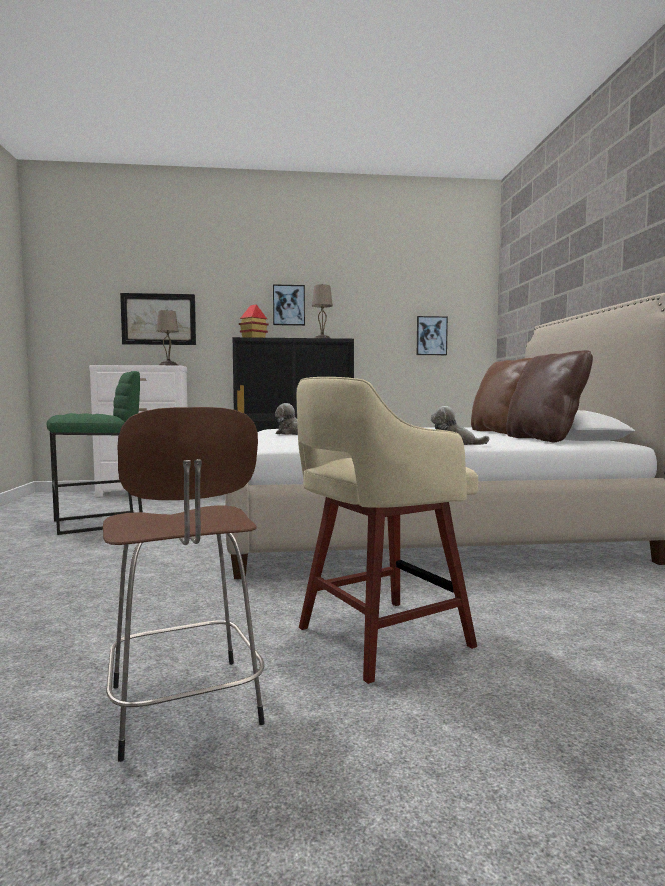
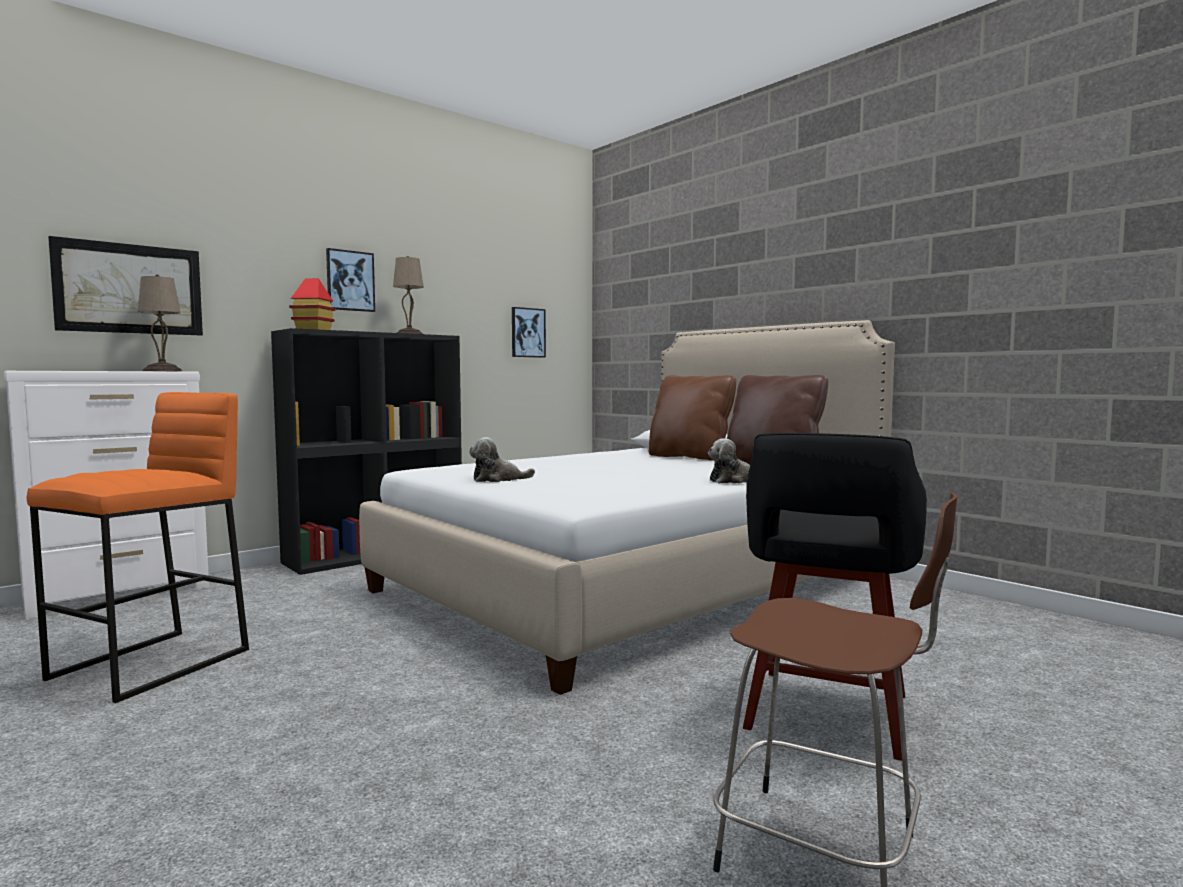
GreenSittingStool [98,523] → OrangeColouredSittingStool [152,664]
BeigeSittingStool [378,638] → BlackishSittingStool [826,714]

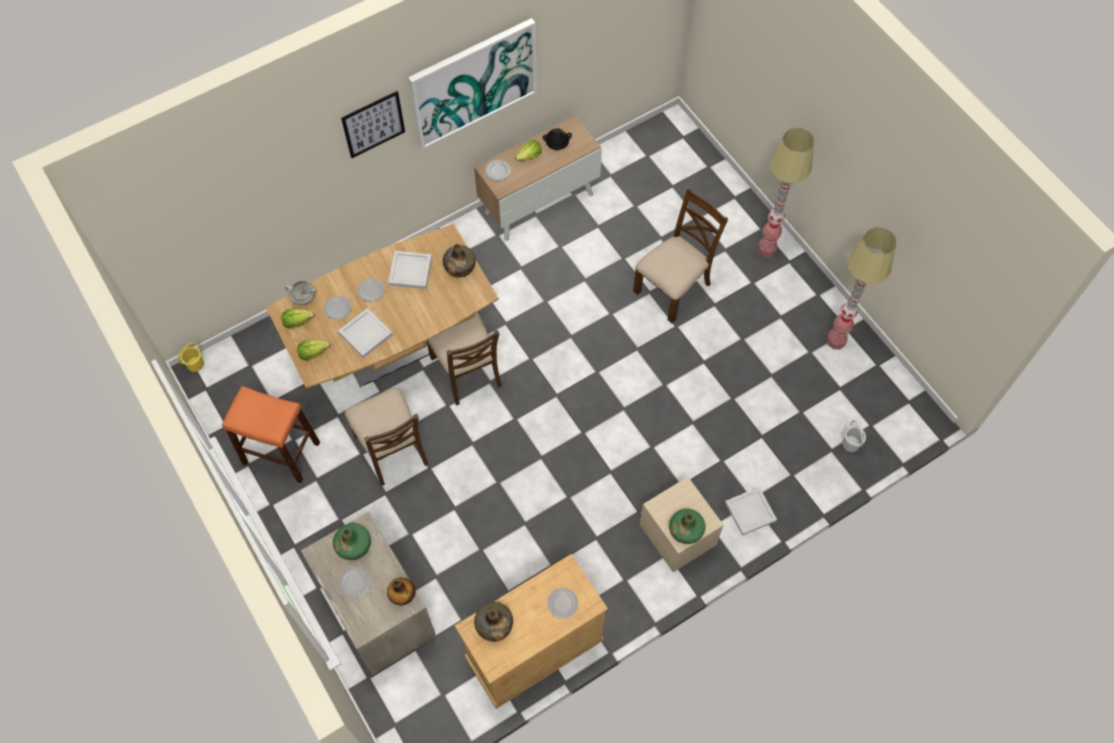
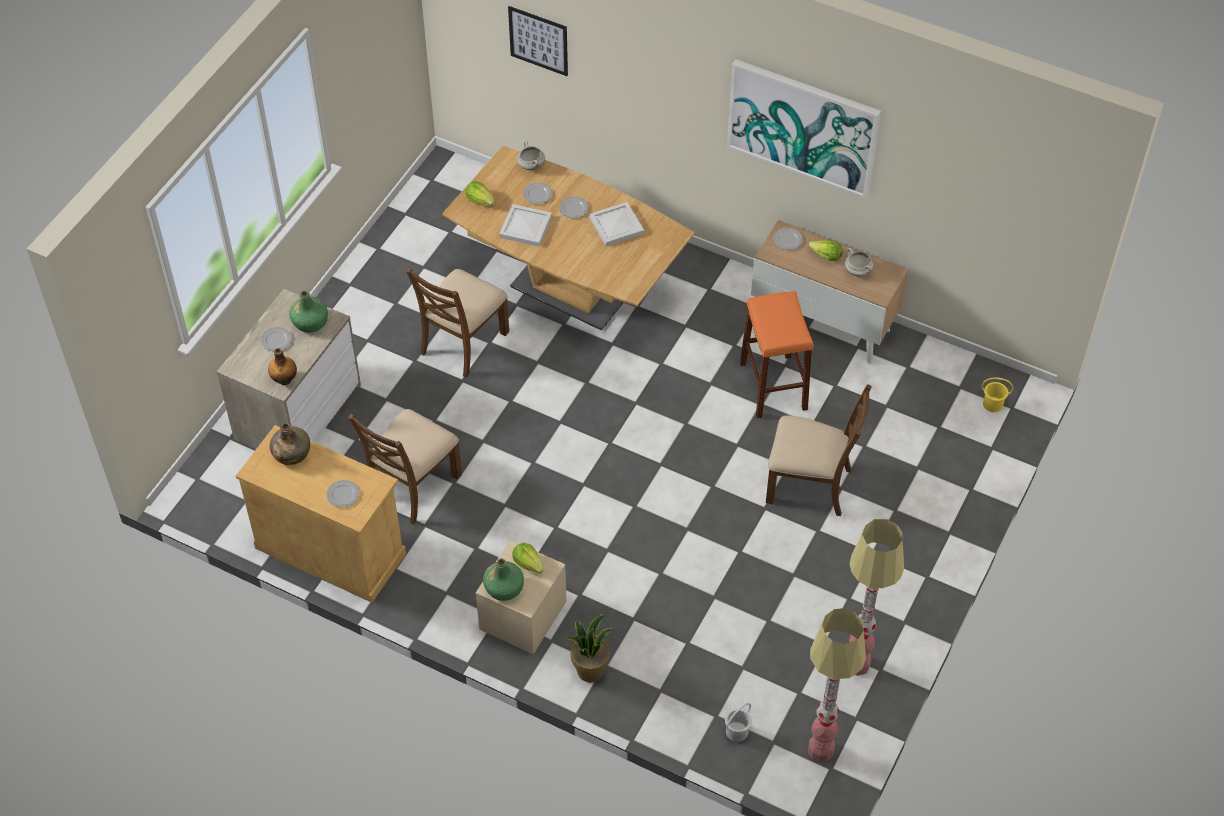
WallPicture [373,124] → WallPicture [538,40], move
FloorLamp [766,249] → FloorLamp [820,750], move
BlackishSaucepot [557,145] → WhiteColouredSaucepot [858,271]
GreenBottle [459,267] → -
HeadOfLettuce [297,321] → HeadOfLettuce [529,563], move
BrownColouredPlainChair [467,371] → BrownColouredPlainChair [412,485], move
YellowWaterBucket [195,364] → YellowWaterBucket [992,404], move
OrangeColouredSittingStool [281,453] → OrangeColouredSittingStool [773,386], move
WhiteColouredTray [750,512] → PottedPlant [590,670]

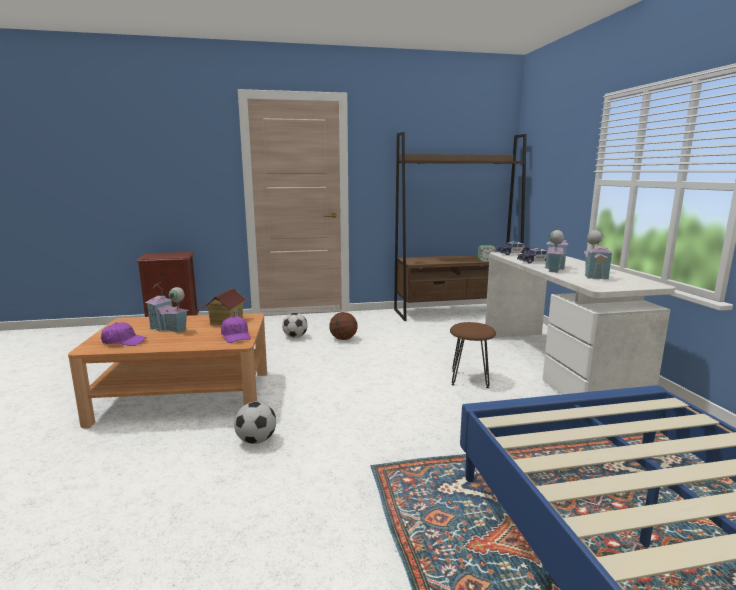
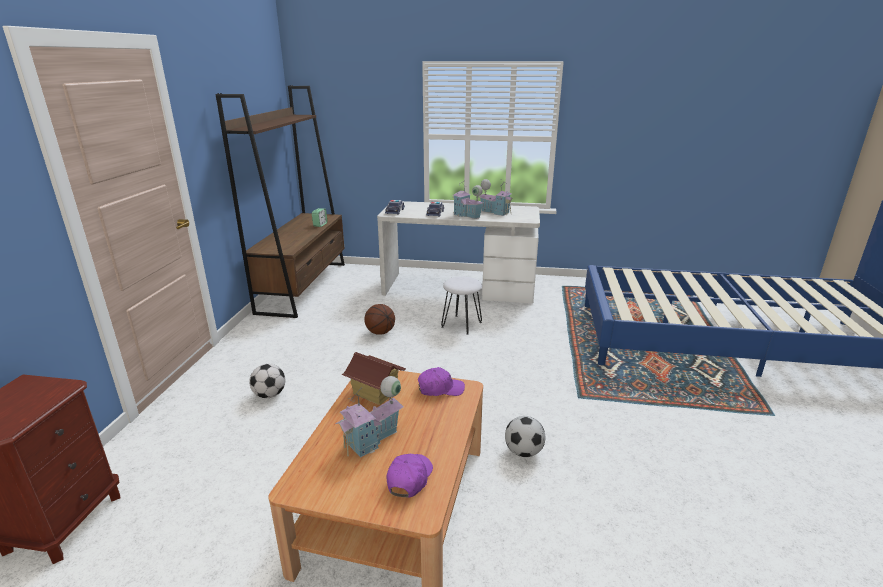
BasketballBall [343,339] → BasketballBall [380,332], move
BrownColouredSittingStool [469,379] → WhiteColouredSittingStool [461,325]

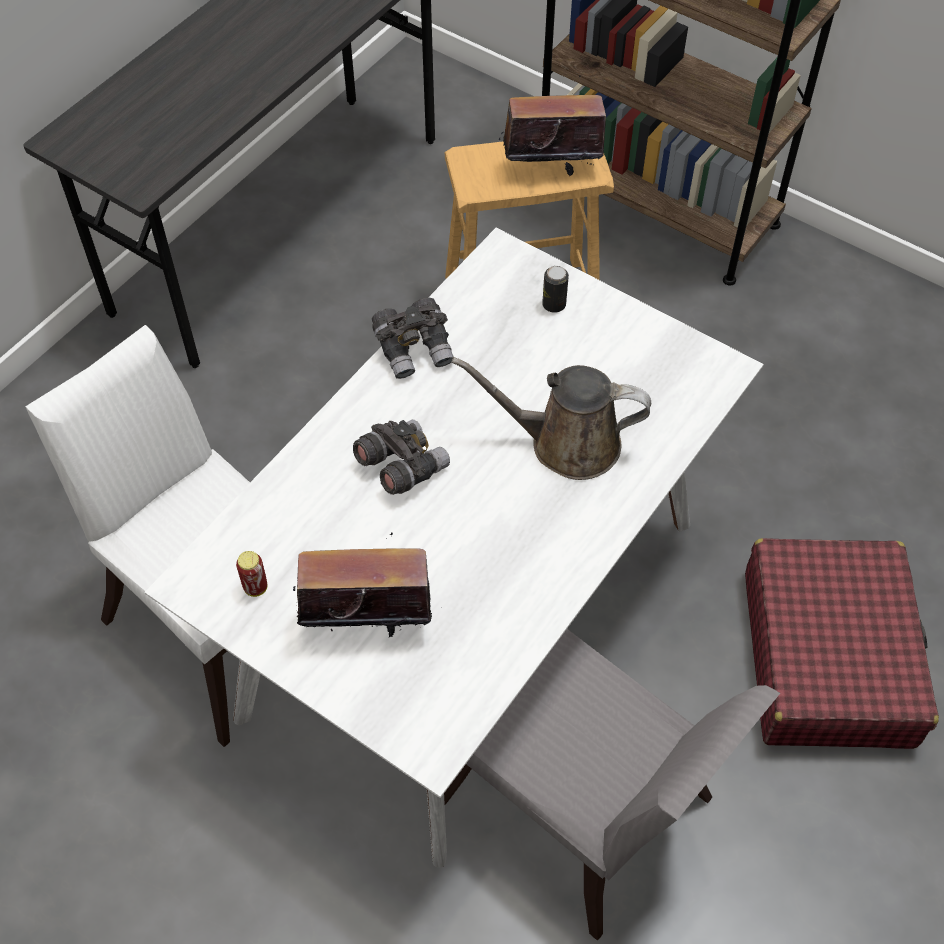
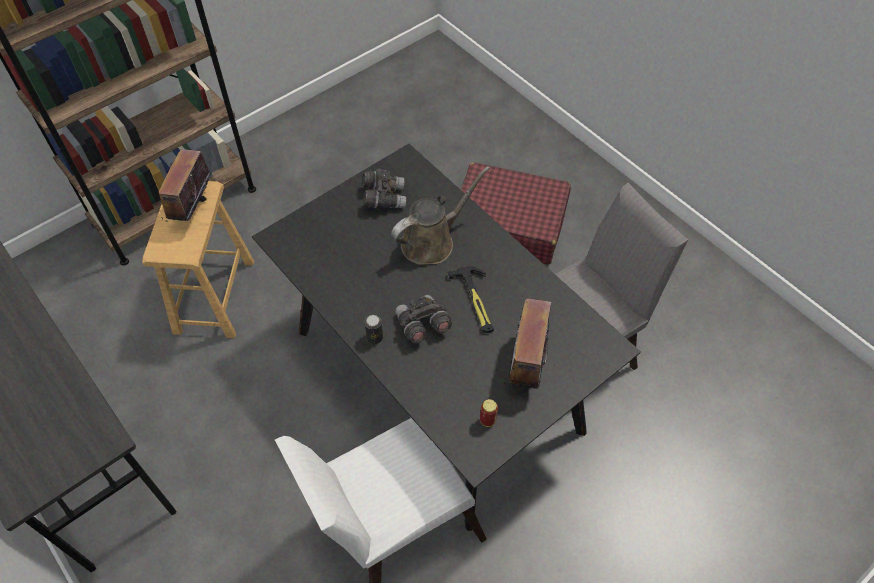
WhiteColouredKitchenTable [470,614] → BlackishKitchenTable [434,380]
Can [554,305] → Can [375,337], move
GreyFieldGlasses [415,349] → GreyFieldGlasses [384,197], move
BrownColouredWateringCan [565,443] → BrownColouredWateringCan [432,241], 150 degrees counterclockwise
- → HandHammer [476,301]

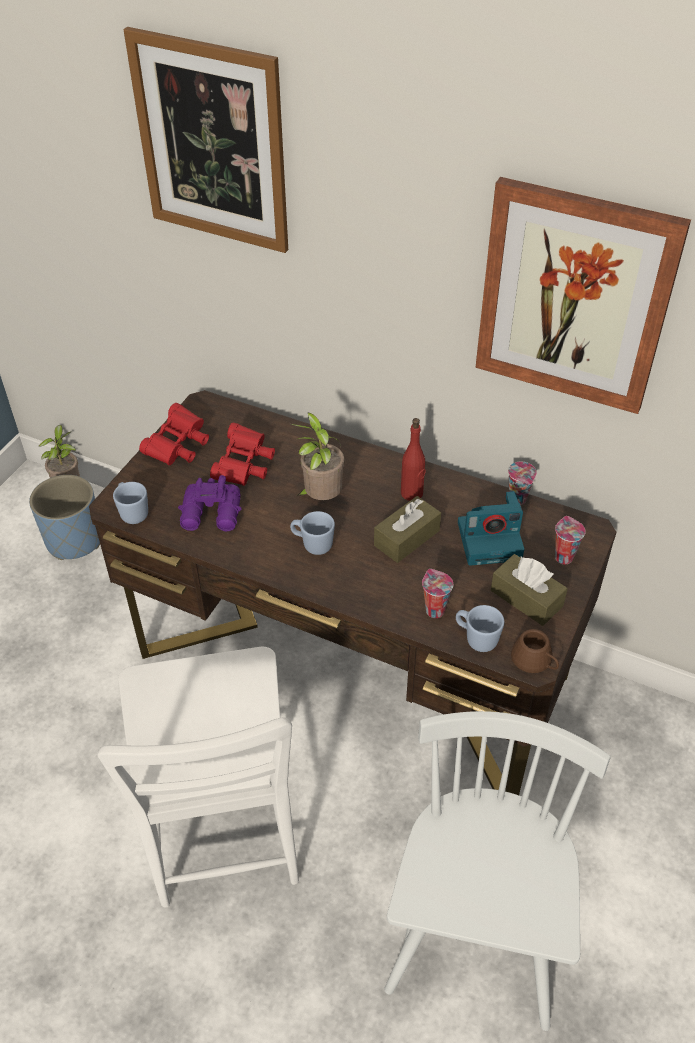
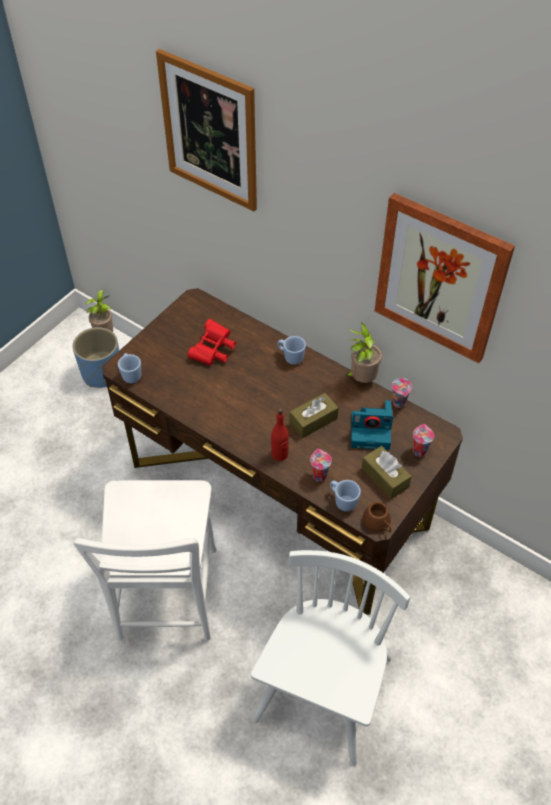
RedFieldGlasses [178,447] → -
PottedPlant [320,498] → PottedPlant [361,379], move
RedBottle [412,493] → RedBottle [280,454], move
PurpleColouredFieldGlasses [212,515] → -
BluishMug [312,544] → BluishMug [290,357], move

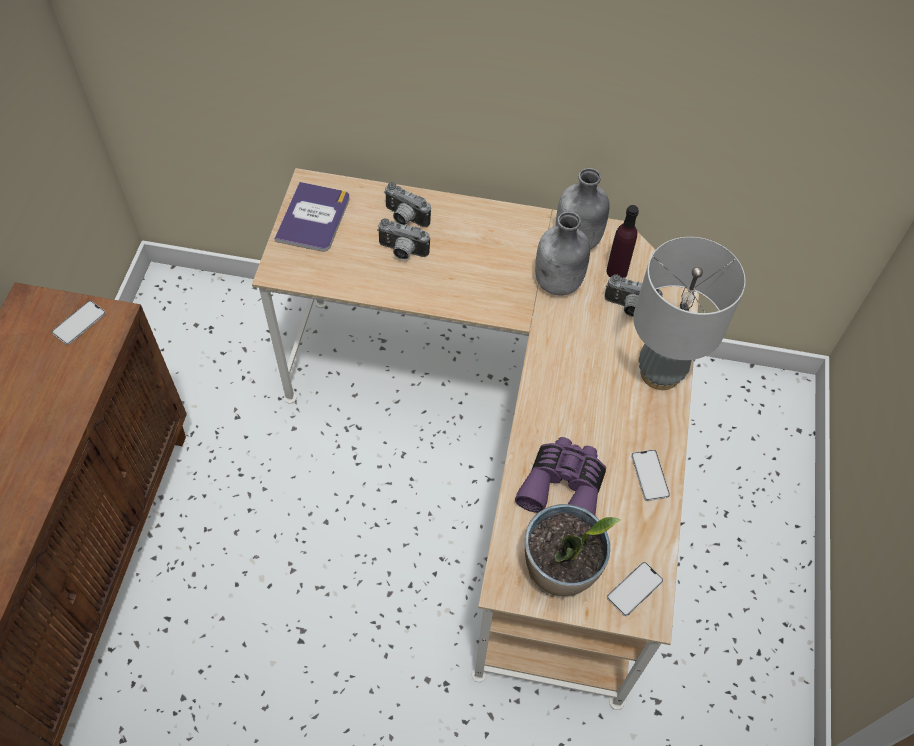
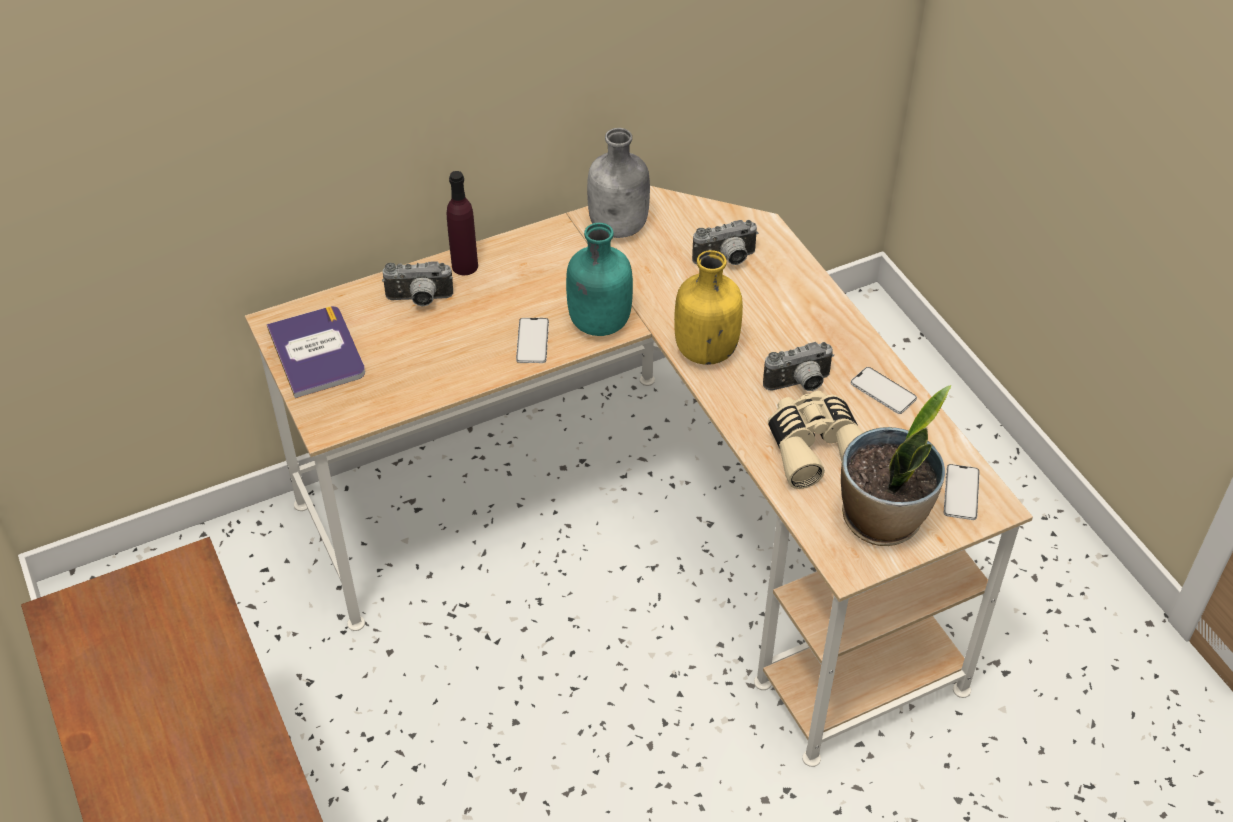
PurpleColouredBottle [616,271] → PurpleColouredBottle [465,266], move
GreyBottle [559,283] → -
PhotoCamera [402,252] → PhotoCamera [799,385], move
GreyTableLamp [660,373] → -
Telephone [79,323] → Telephone [532,341], move
PurpleColouredFieldGlasses [563,486] → BeigeFieldGlasses [816,447]
- → BlueGreenBottle [598,323]
- → YellowBottle [705,350]

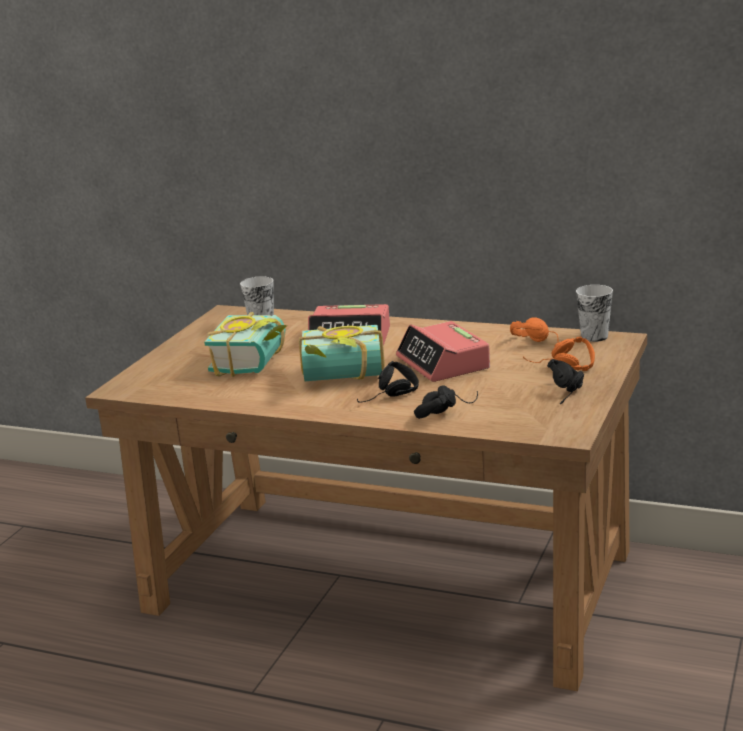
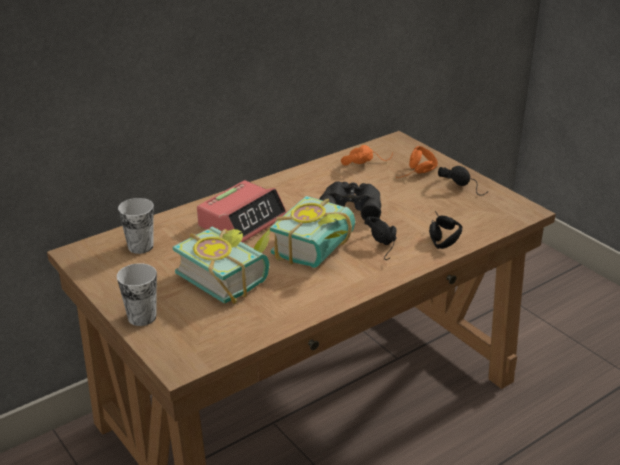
Cup [594,336] → Cup [142,317], move
AlarmClock [443,363] → BlackishFieldGlasses [350,206]

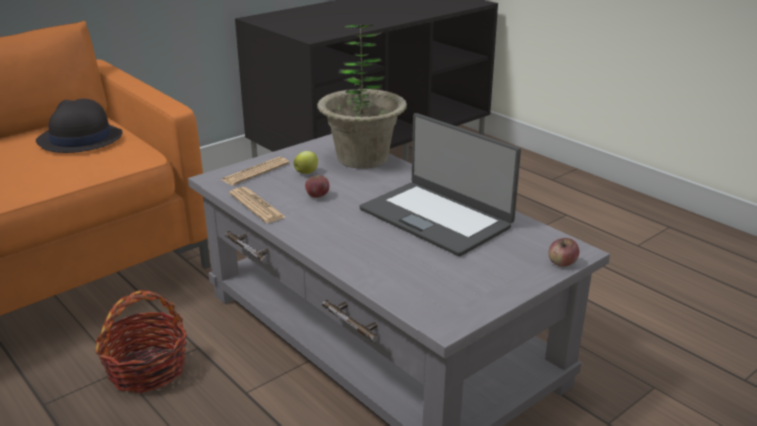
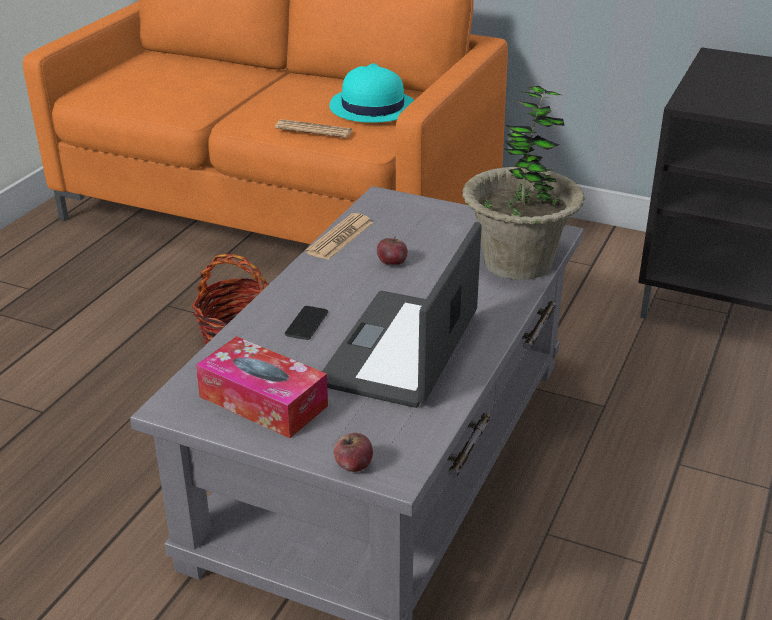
BlackishWearableHat [79,139] → BlueGreenWearableHat [372,108]
Apple [307,172] → -
Newspaper [255,172] → Newspaper [314,130], move
- → Telephone [306,324]
- → TissueBox [263,401]

